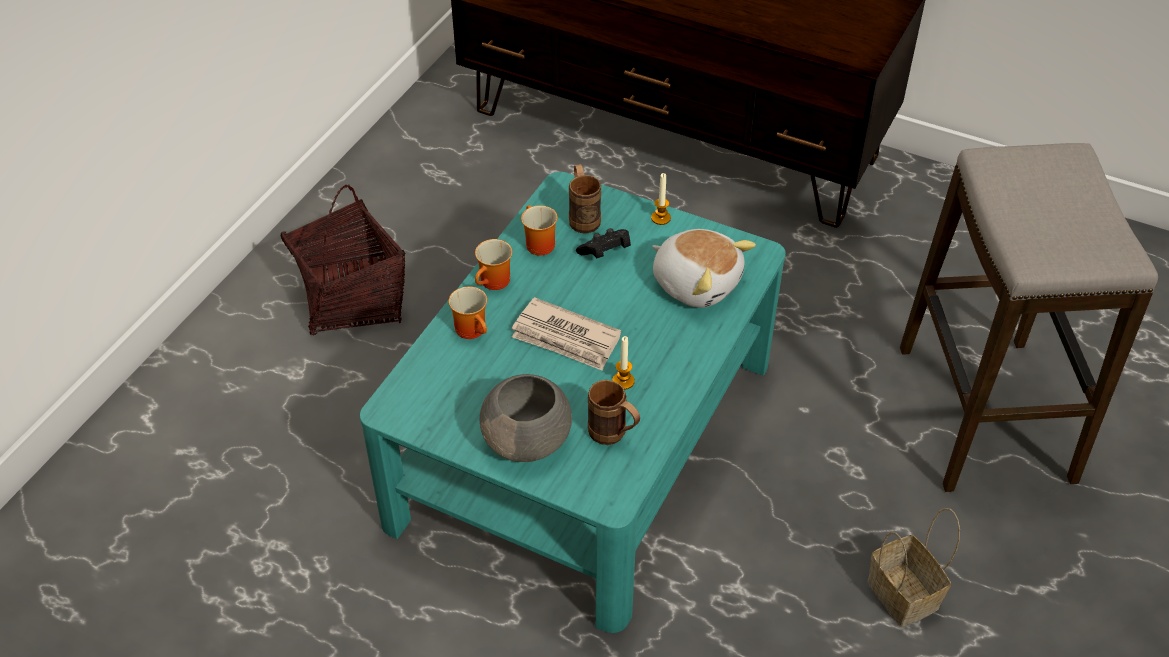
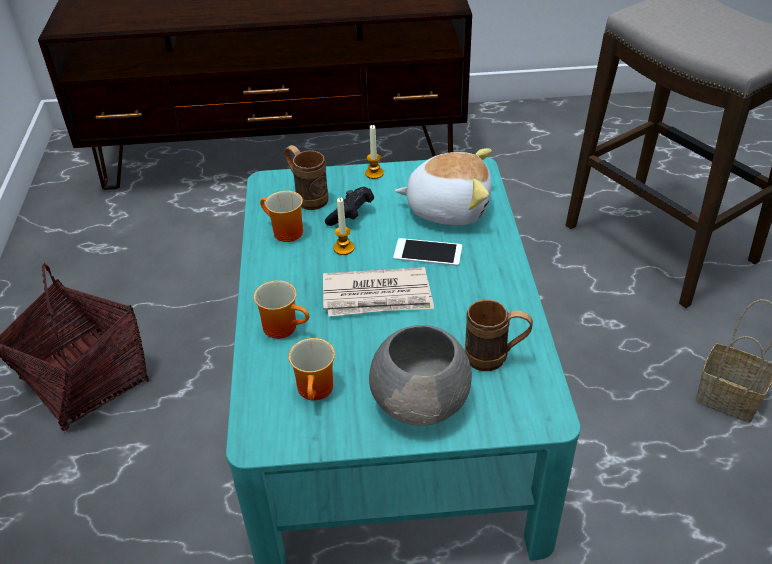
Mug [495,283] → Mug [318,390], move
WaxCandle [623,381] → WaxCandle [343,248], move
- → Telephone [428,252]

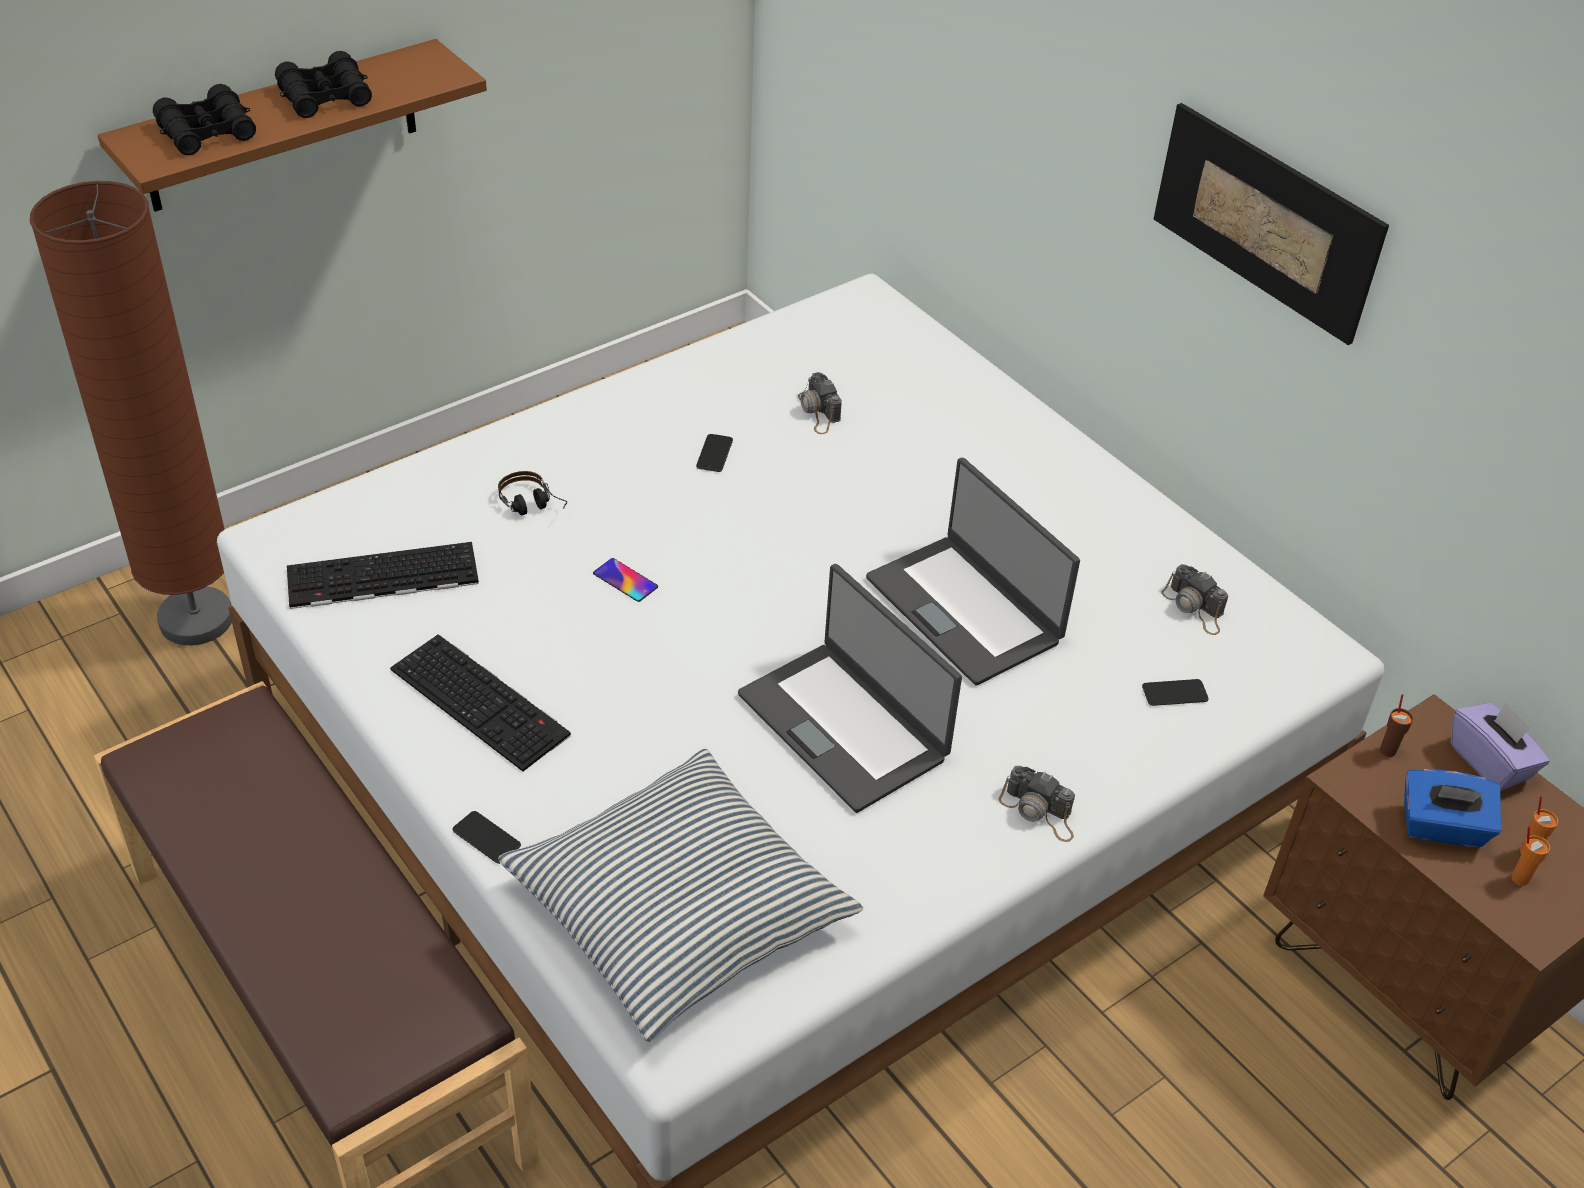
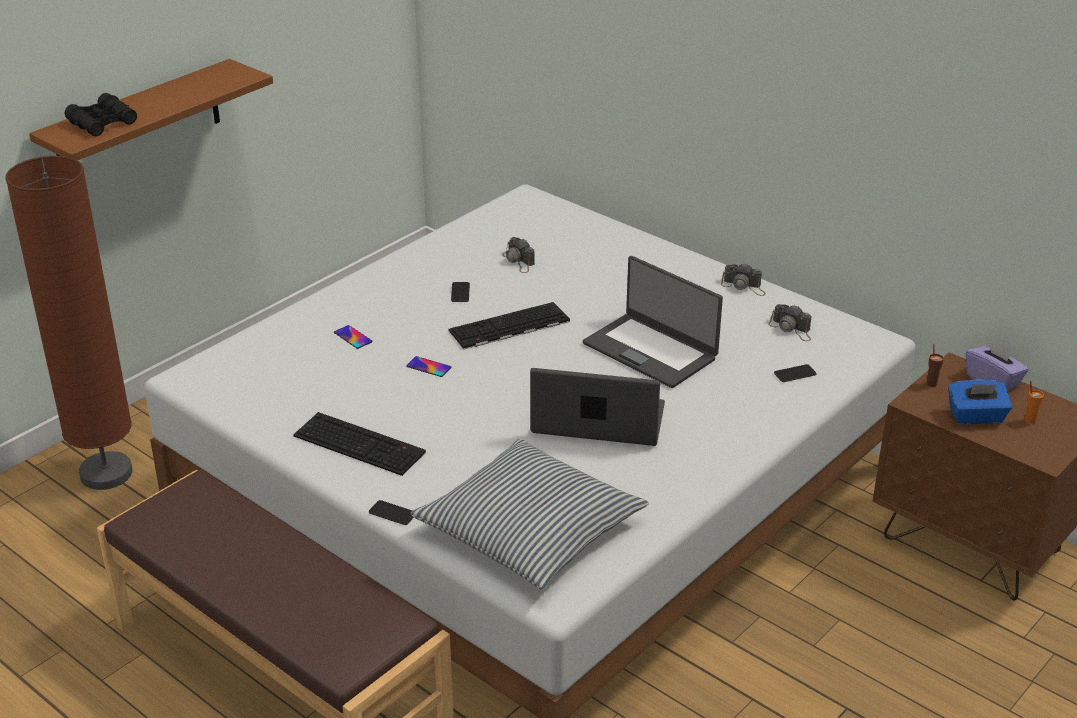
BlackishFieldGlasses [325,97] → -
WallPicture [1265,221] → -
Headset [533,507] → Telephone [353,337]
PcKeyboard [380,578] → PcKeyboard [509,327], move
Laptop [844,725] → Laptop [598,421], 150 degrees clockwise
PhotoCamera [1039,812] → PhotoCamera [744,286], move
OrangeColouredCup [1519,878] → -

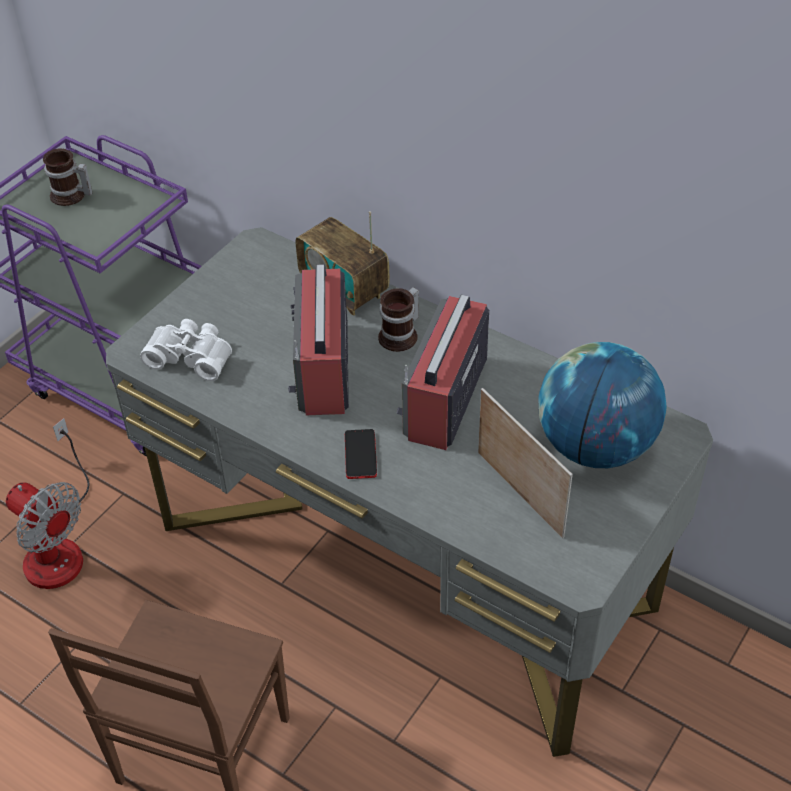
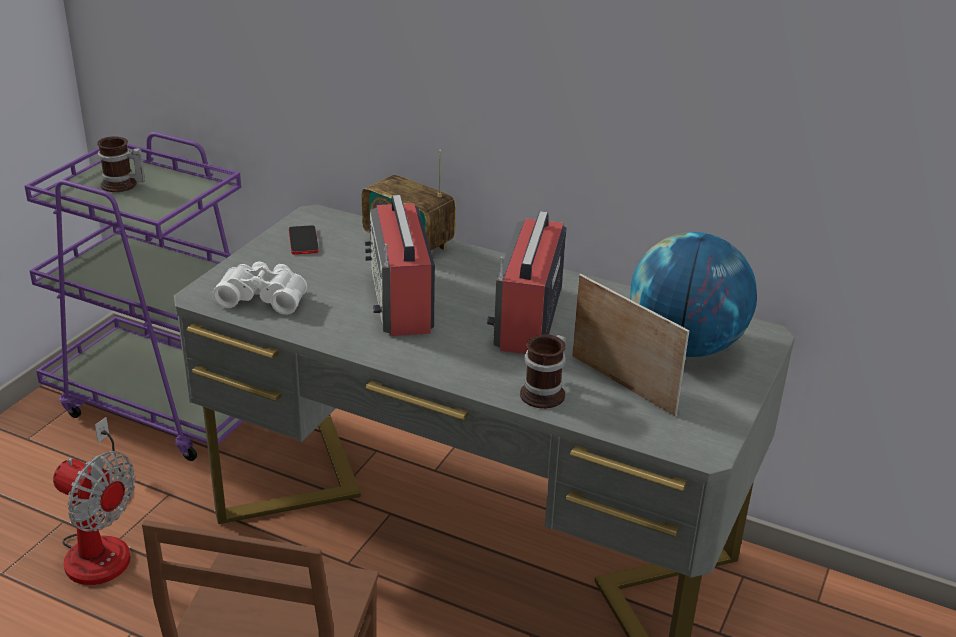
Mug [402,336] → Mug [546,393], move
Telephone [360,455] → Telephone [303,241], move

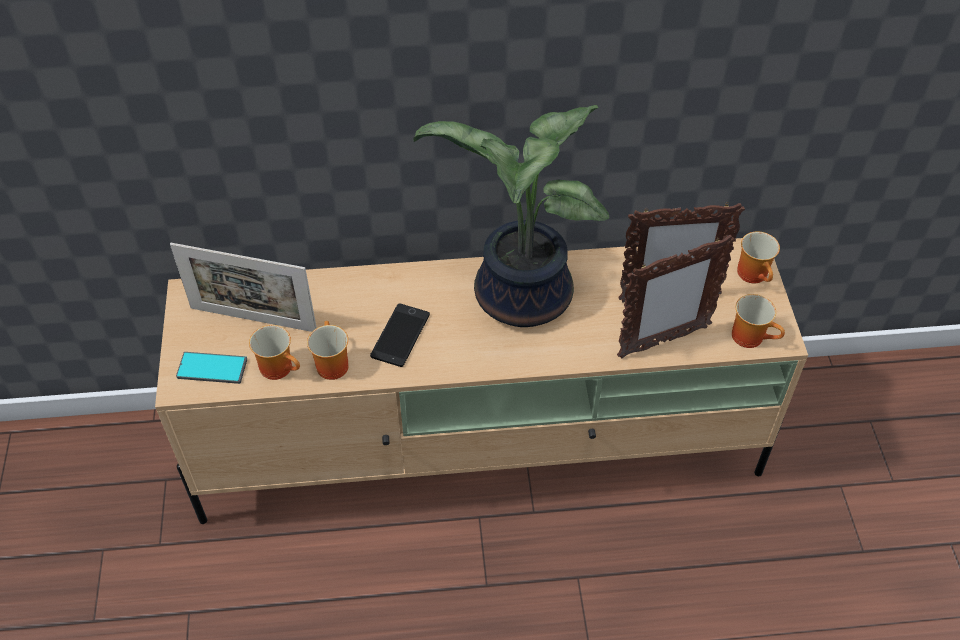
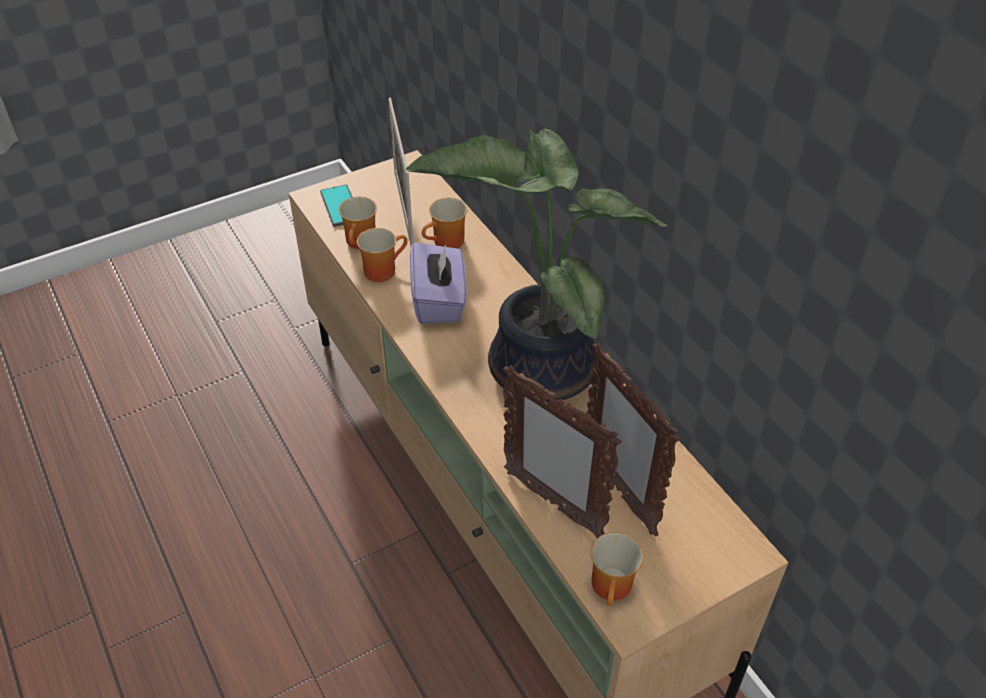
Mug [756,274] → Mug [447,243], move
Telephone [400,335] → PurpleColouredTissueBox [439,301]

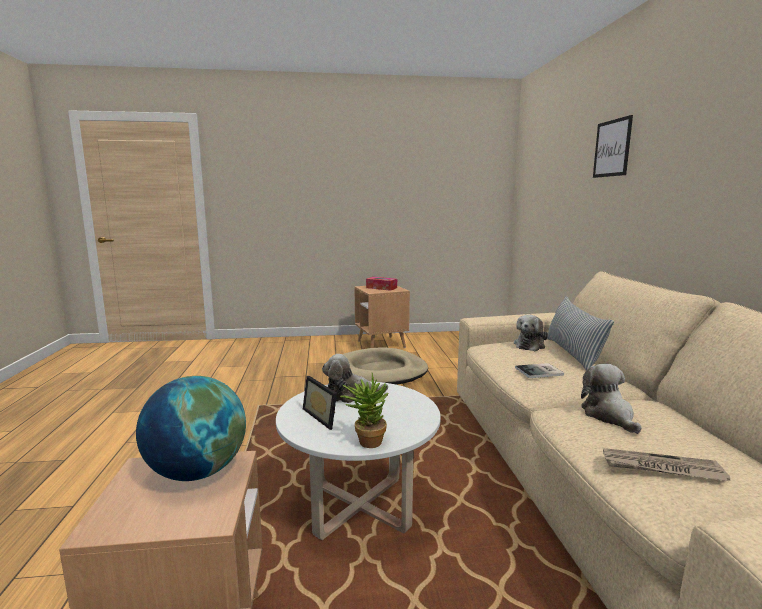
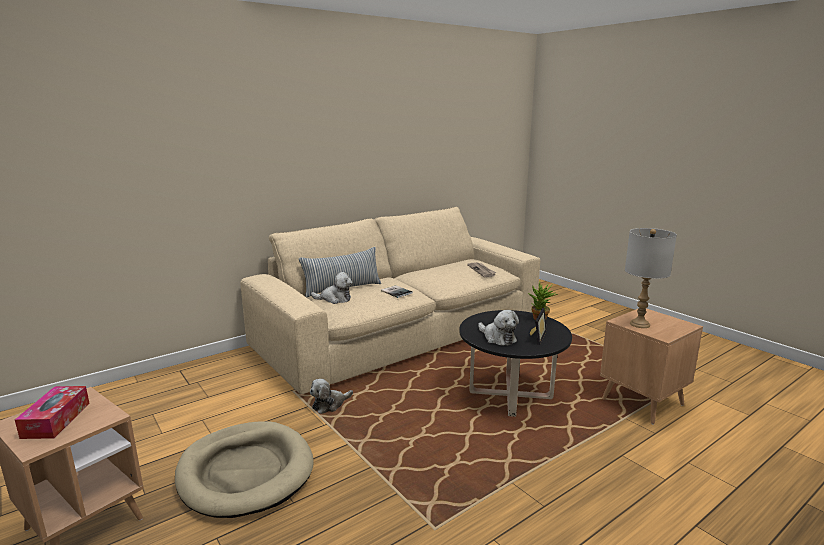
WallPicture [612,148] → -
SoftToy [609,416] → SoftToy [330,405], move
WorldGlobe [197,472] → GreyTableLamp [639,324]
WhiteColouredCoffeeTable [359,507] → BlackishCoffeeTable [510,395]

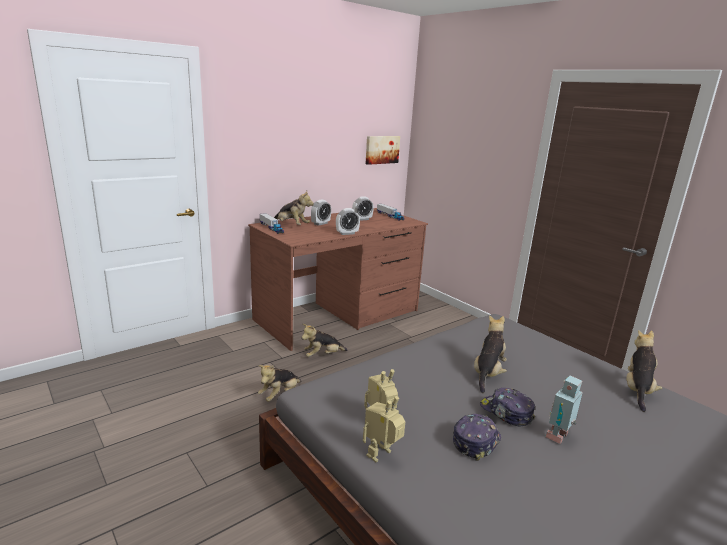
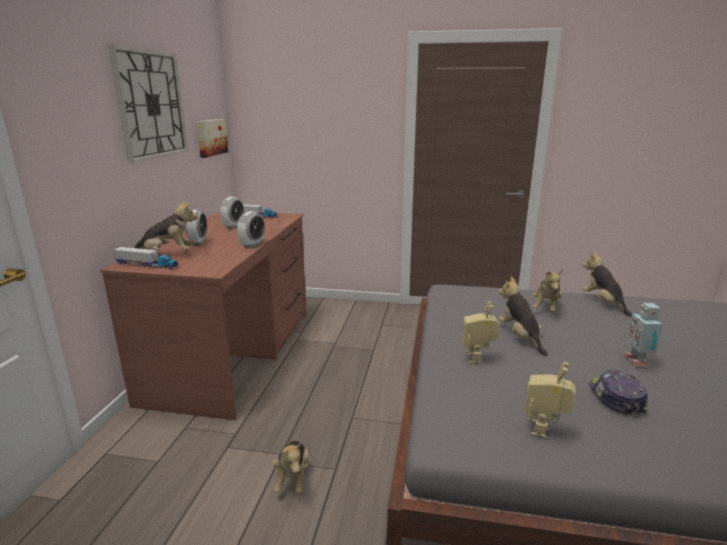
SoftToy [322,355] → SoftToy [546,308], move
Cap [506,413] → -
ToyRobot [382,455] → ToyRobot [477,358], move
- → HangingClock [151,105]

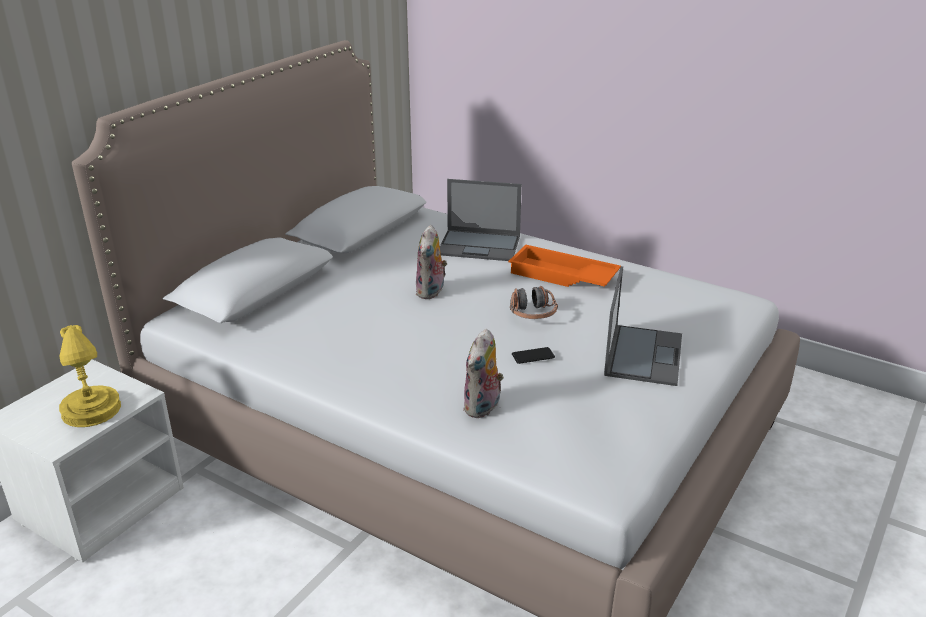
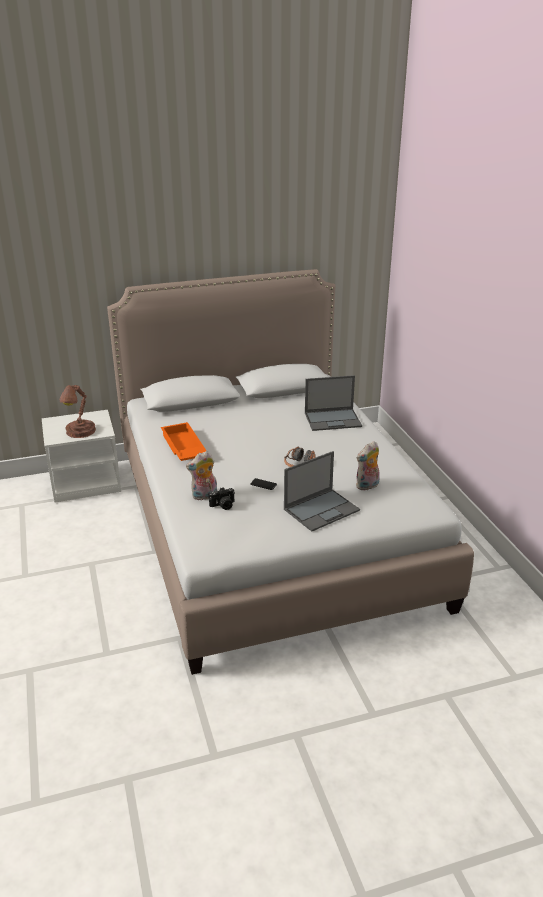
Laptop [480,245] → Laptop [333,420], 60 degrees counterclockwise
SoftToy [431,292] → SoftToy [367,486], move
OrangeColouredTray [561,276] → OrangeColouredTray [183,448], move
YellowTableLamp [92,412] → BrownColouredTableLamp [80,432]
- → PhotoCamera [223,506]

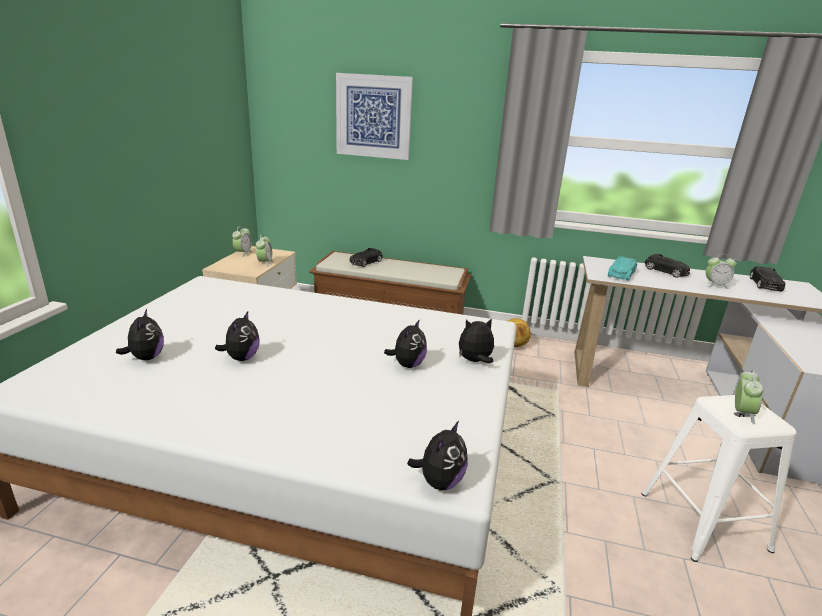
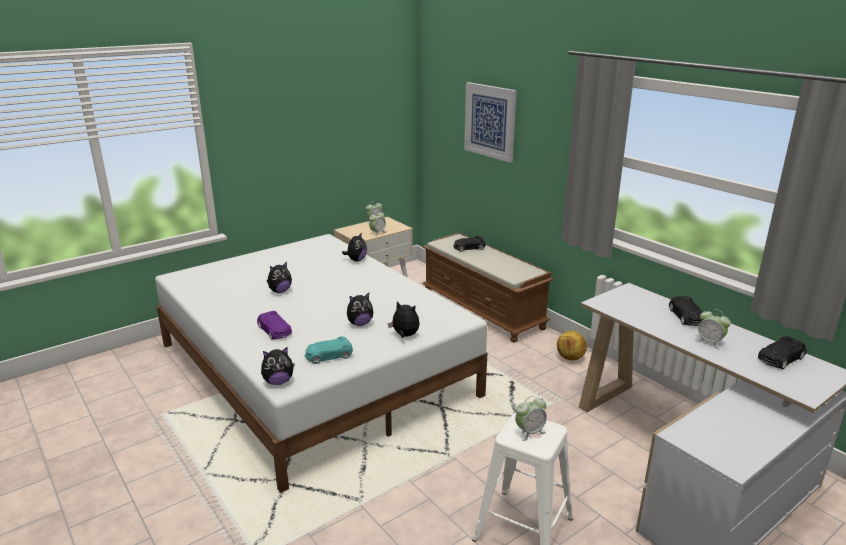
BlueGreenModelCar [621,274] → BlueGreenModelCar [328,356], move
SoftToy [146,358] → SoftToy [356,260], move
- → PurpleColouredModelCar [274,331]

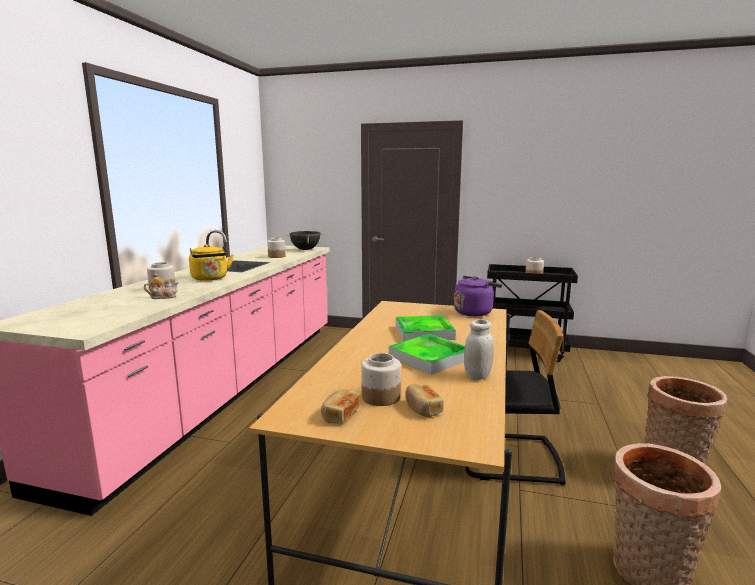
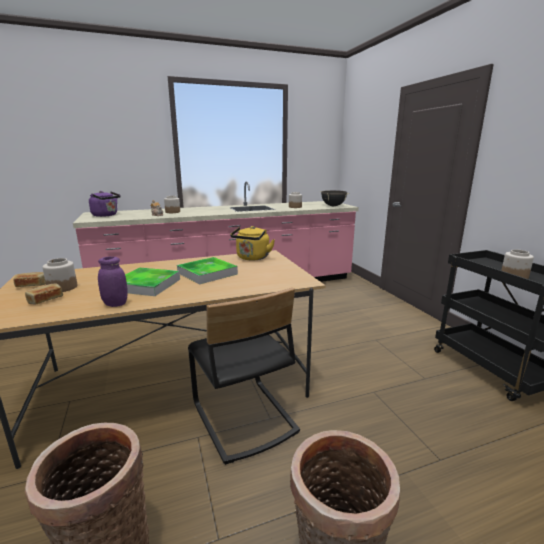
YellowTeaKettle [210,278] → YellowTeaKettle [252,258], move
PurpleColouredTeaKettle [474,312] → PurpleColouredTeaKettle [106,215], move
WhiteColouredStorageJar [477,376] → PurpleColouredStorageJar [115,304]

